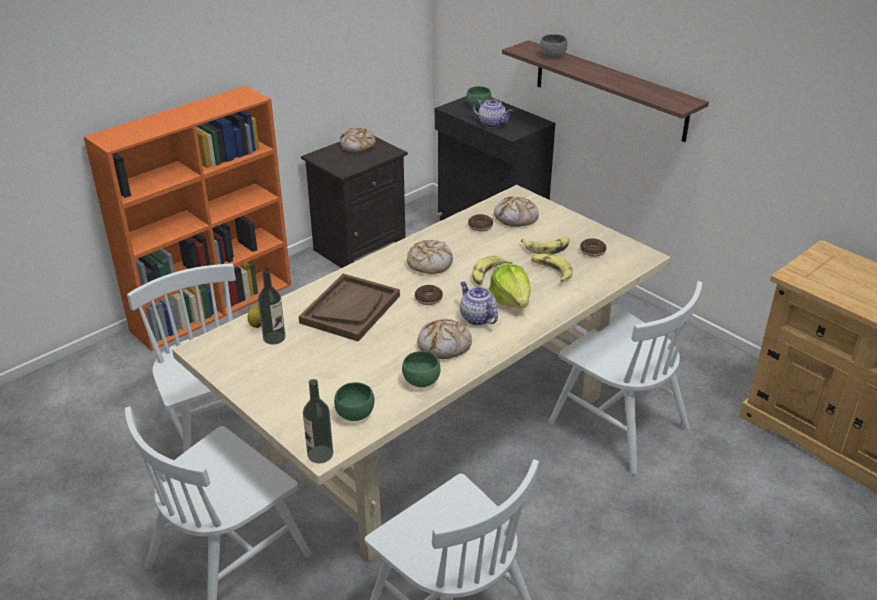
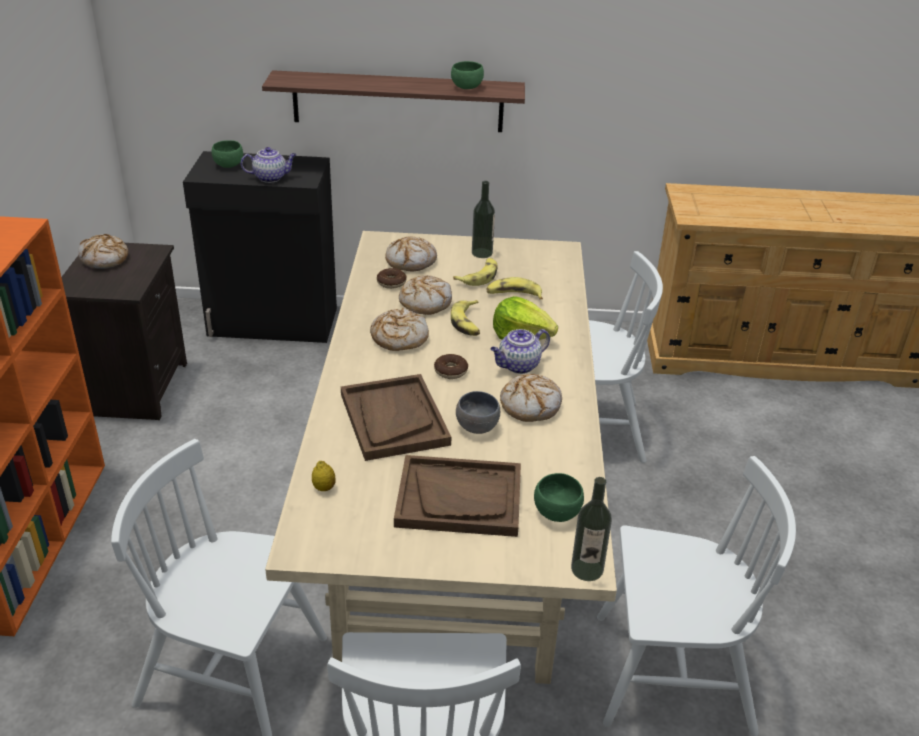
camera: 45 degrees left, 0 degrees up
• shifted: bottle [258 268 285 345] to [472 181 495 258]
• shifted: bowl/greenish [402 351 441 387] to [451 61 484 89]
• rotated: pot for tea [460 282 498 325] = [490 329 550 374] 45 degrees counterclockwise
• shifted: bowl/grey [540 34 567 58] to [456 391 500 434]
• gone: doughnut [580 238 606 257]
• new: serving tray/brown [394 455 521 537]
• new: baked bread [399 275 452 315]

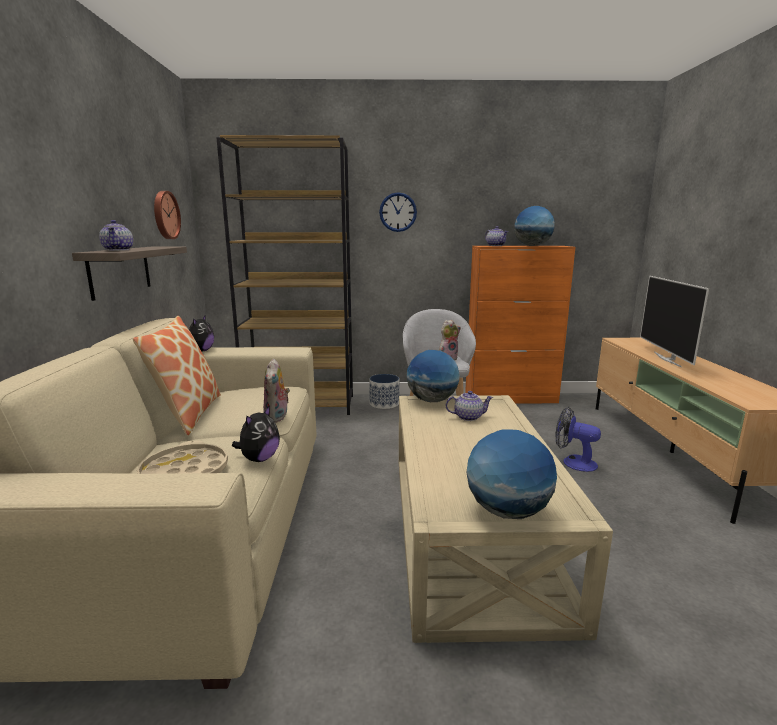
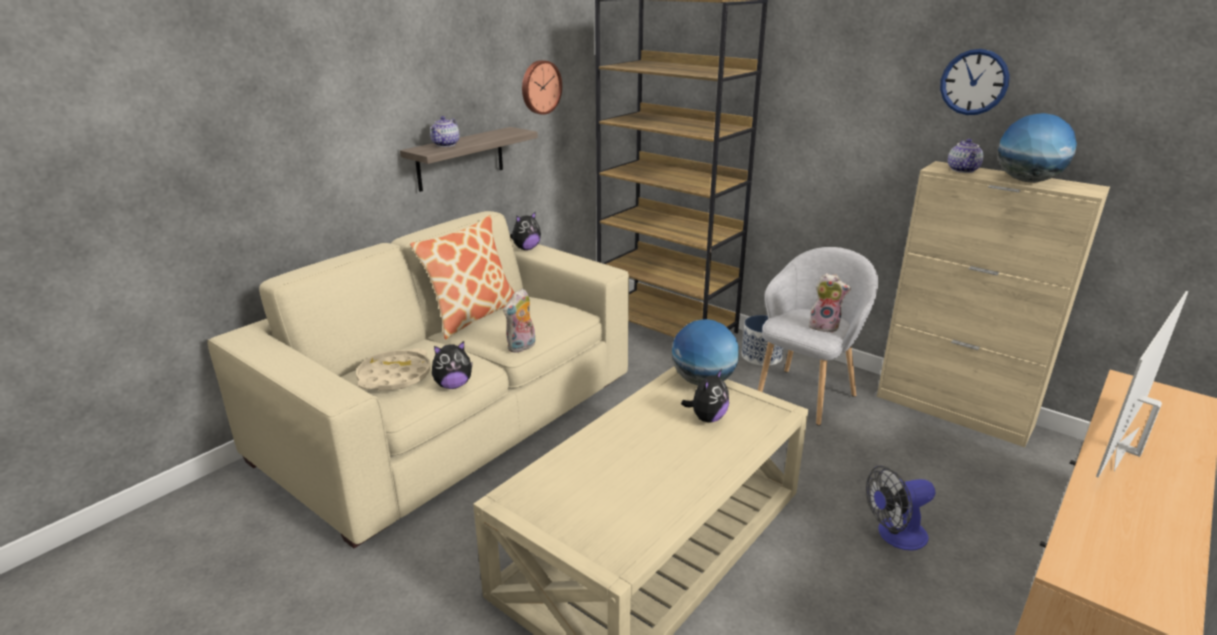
camera: 40 degrees right, 10 degrees up
• shifted: wall clock [379 192 417 232] to [940 49 1010 115]
• swapped: pot for tea [446 391 493 421] to soft toy [681 369 729 422]
• repainted: cabinet/orange [465 246 576 404] to cabinet/beige [877 161 1110 447]
• gone: globe [466 429 557 519]
• rotated: electric fan [556 407 601 472] = [866 466 936 551] 90 degrees counterclockwise

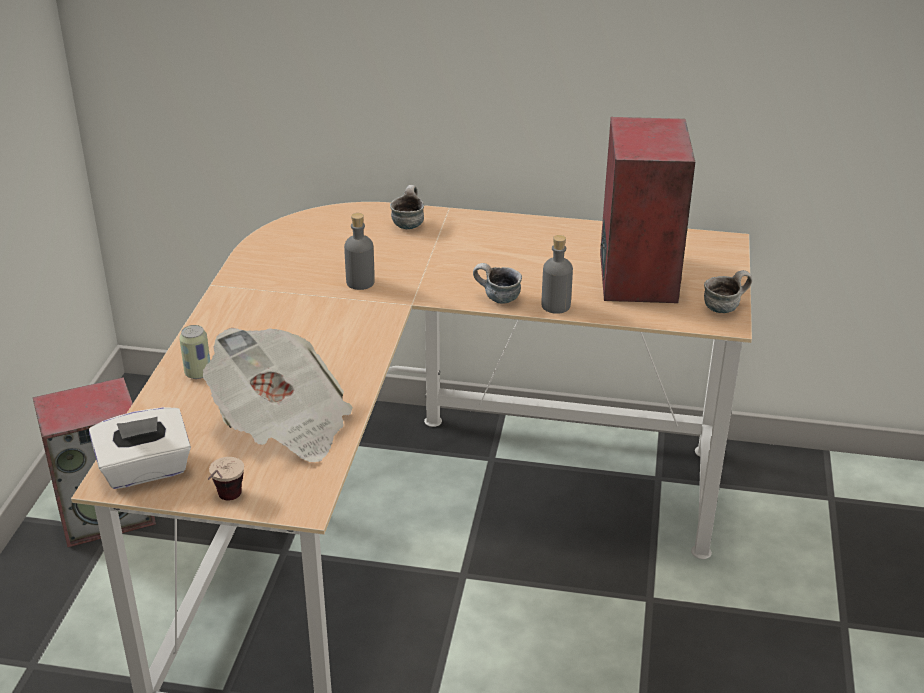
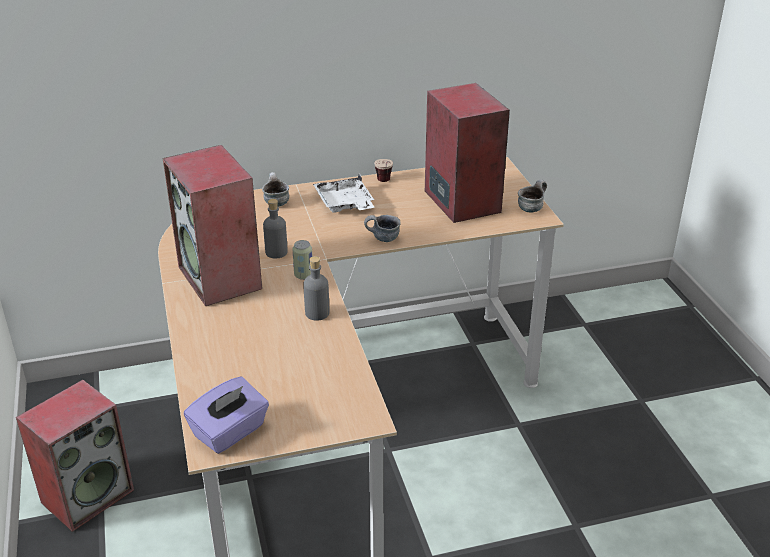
camera: 25 degrees left, 0 degrees up
• repainted: tissue box/whitish [89 407 191 489] to tissue box/purple [184 377 269 454]
• shifted: metal can [179 325 210 379] to [292 240 312 280]
• gone: daily paper [203 328 353 462]
• shifted: drinking cup [208 457 244 500] to [374 159 393 182]
• shifted: bottle/grey [542 235 573 314] to [303 256 329 321]
• new: loudspeaker [163 145 262 306]
• new: serving tray/whitish [313 174 374 213]

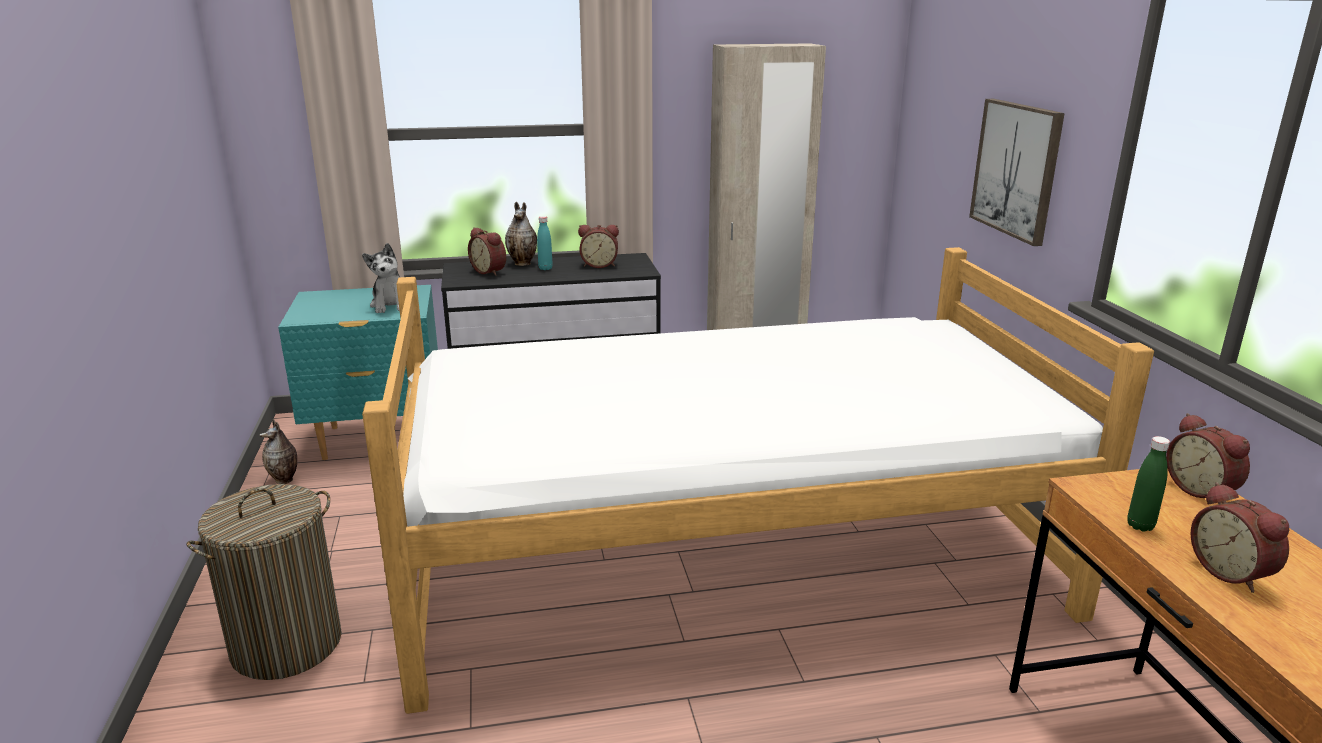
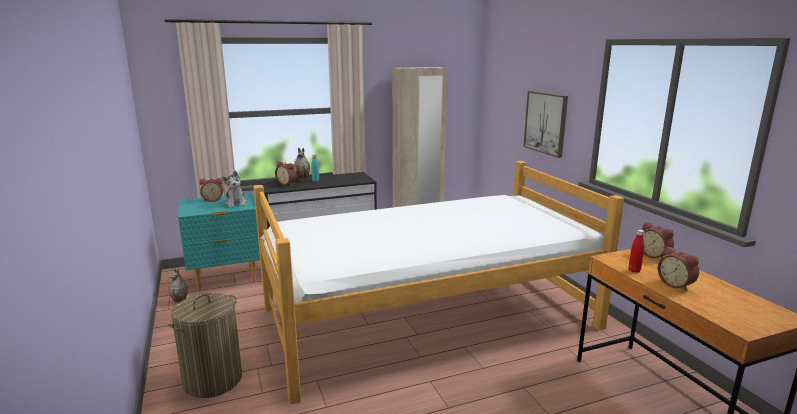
camera: 10 degrees left, 5 degrees down
• shifted: bedside clock [578 225 619 268] to [200 178 223 202]
• repainted: bottle/greenish [1127 436 1170 532] to bottle/red-coloured [629 230 644 273]

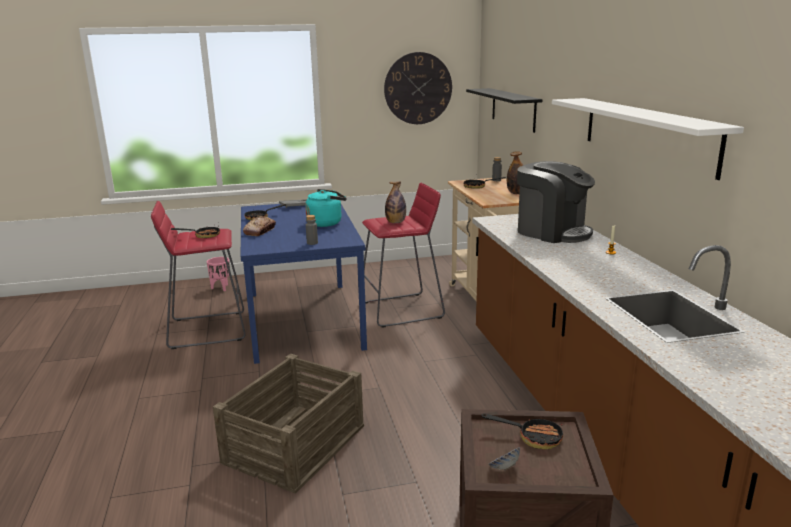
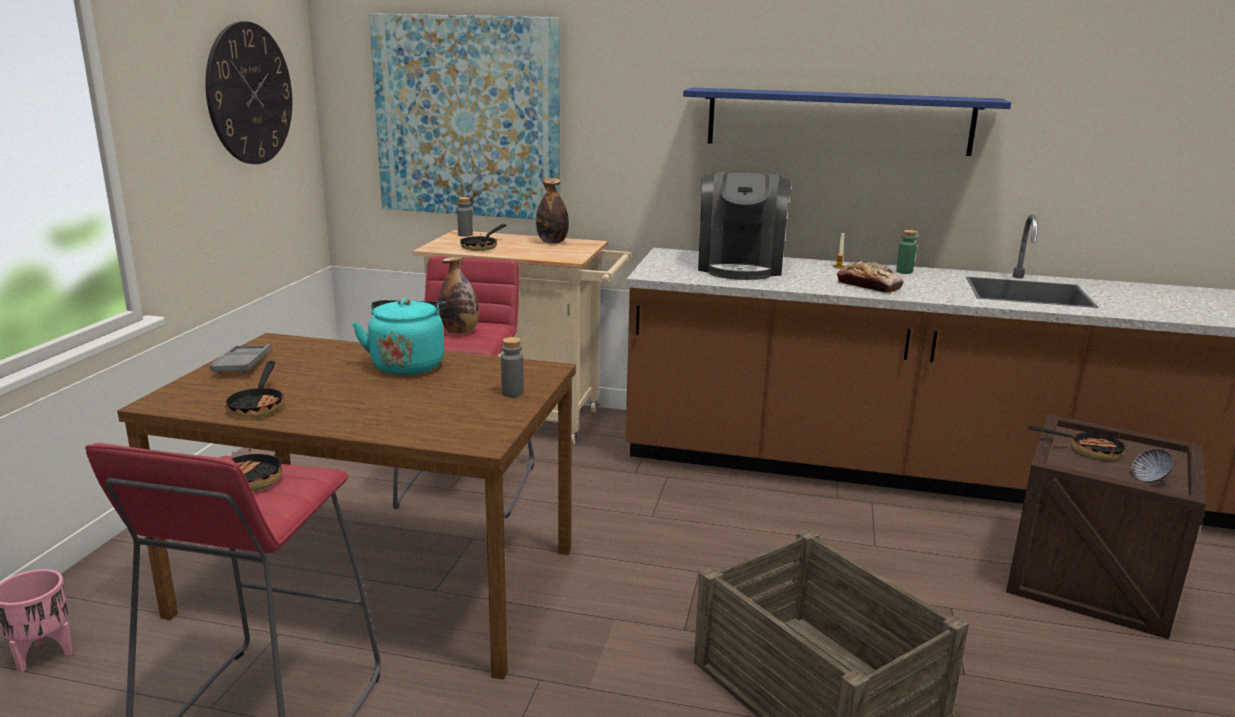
camera: 65 degrees left, 0 degrees up
• repainted: dinner table/blue [241 204 367 364] to dinner table/brown [117 333 576 680]
• shifted: baked bread [243 216 276 236] to [837 261 904 293]
• swapped: bracket shelf/blackish [466 88 543 133] to picture [369 13 560 219]
• rotated: pan [481 413 563 449] = [1028 426 1125 460] 60 degrees clockwise
• rotated: coffee brewer [517 161 595 243] = [698 172 792 280] 120 degrees clockwise
• repainted: bracket shelf/whitish [552 98 744 180] to bracket shelf/blue [683 87 1011 156]
• new: bottle/greenish [896 230 917 274]

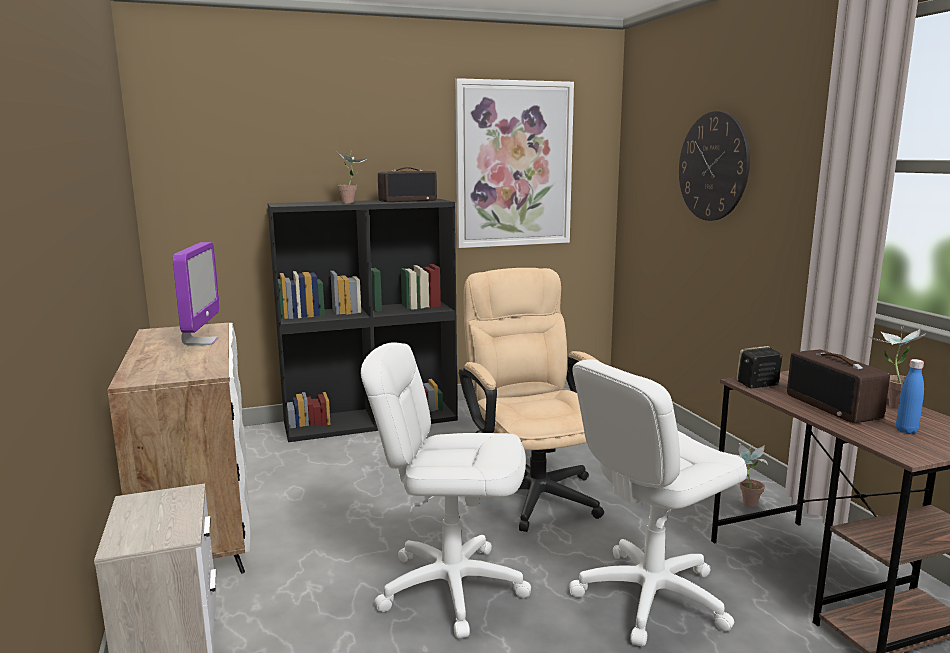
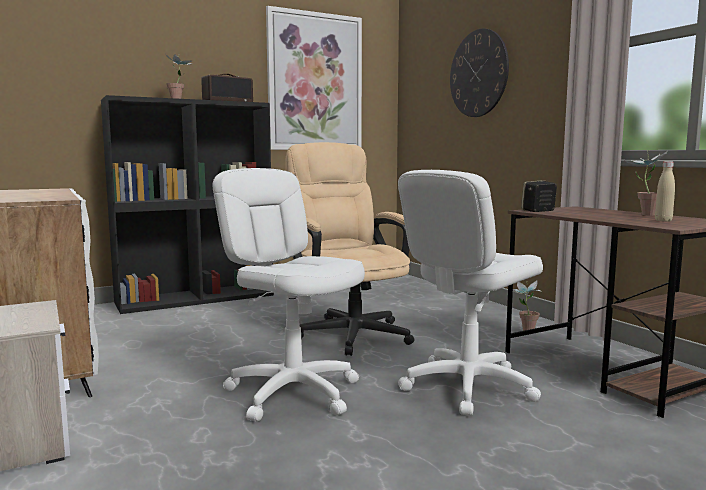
camera: 10 degrees left, 5 degrees down
• gone: computer display [173 242 219 345]
• rotated: computer chair/whitish [361 342 531 638] = [213 168 365 421] 45 degrees clockwise
• gone: radio set [787 349 890 423]
• repainted: bottle/blue [896 359 924 434] to bottle/beige [655 161 675 222]

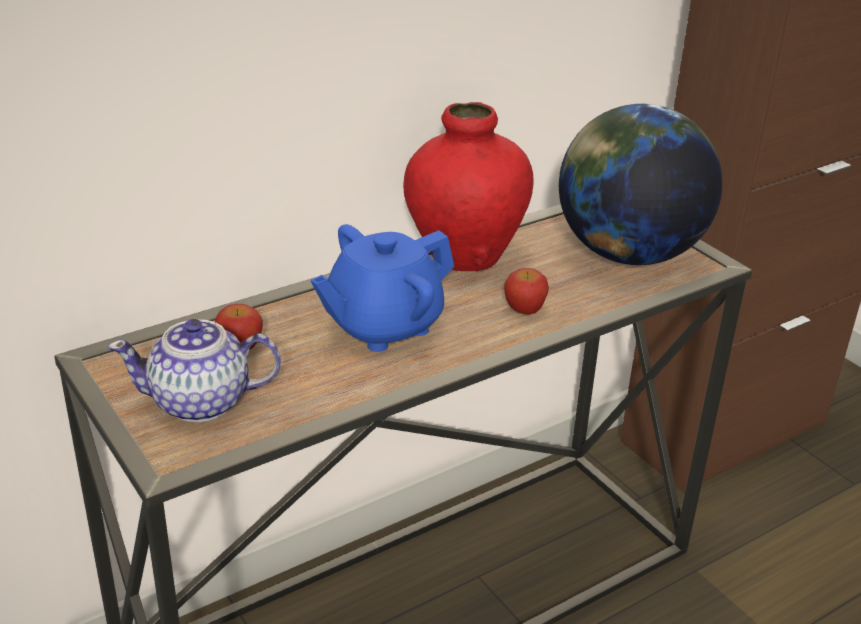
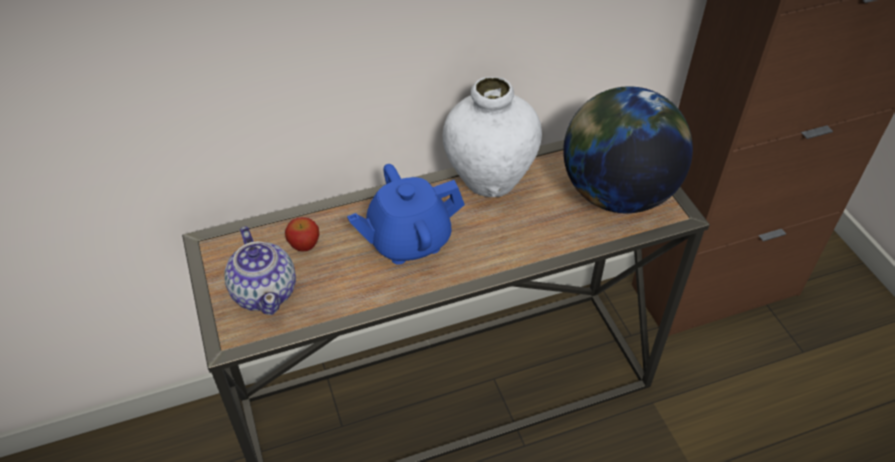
camera: 15 degrees right, 15 degrees up
• rotated: pot for tea [108 319 281 422] = [224 226 296 315] 120 degrees counterclockwise
• repainted: vase/red-coloured [403 102 534 271] to vase/whitish [443 77 542 197]
• gone: apple [504 268 549 315]

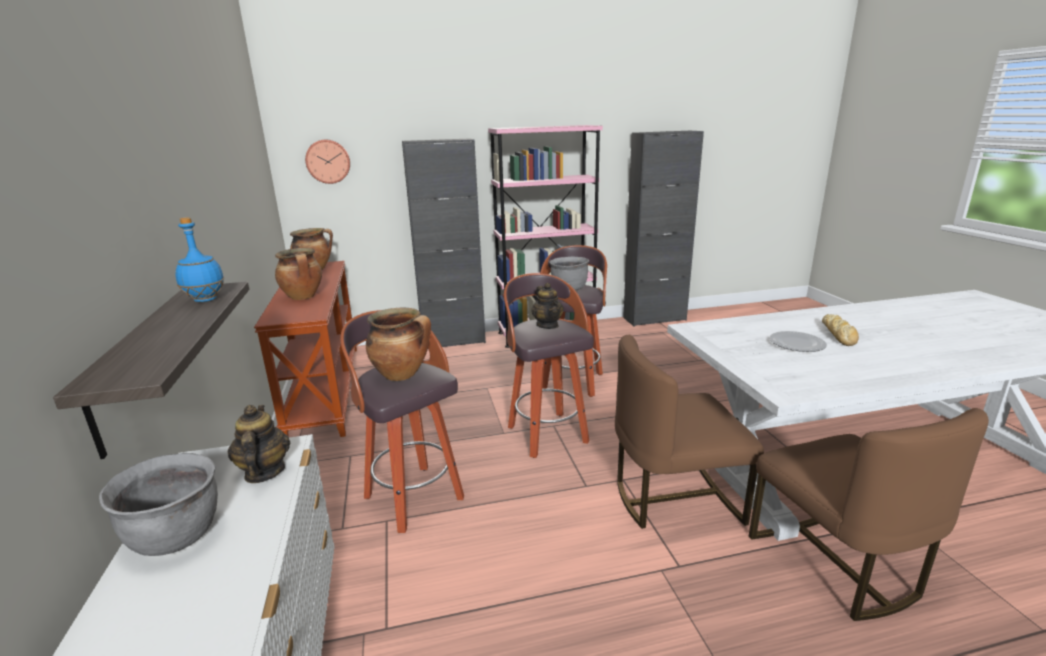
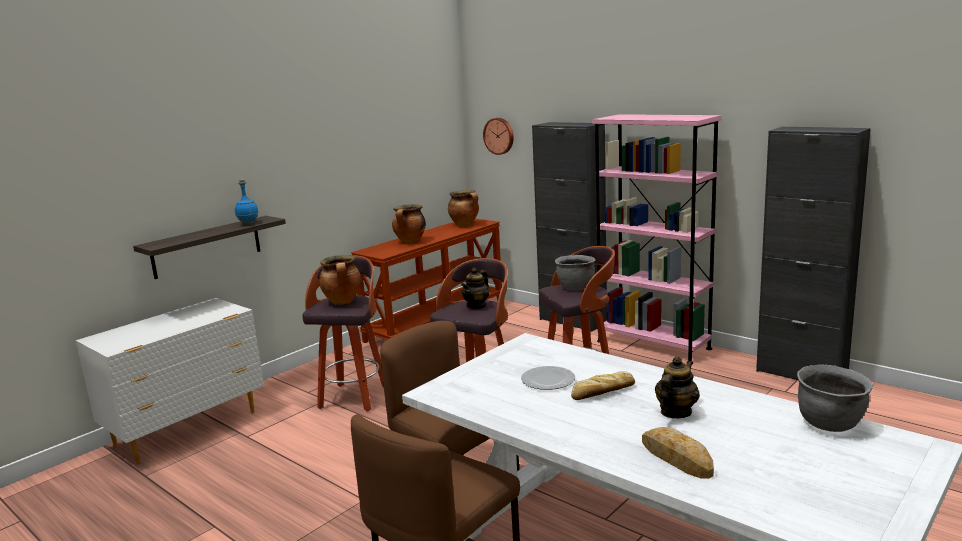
camera: 55 degrees right, 5 degrees down
• shifted: stockpot/grey [99 453 218 556] to [797 365 873 432]
• shifted: pot for tea [228 405 291 483] to [655 356 700 418]
• new: baked bread [642 427 714 479]

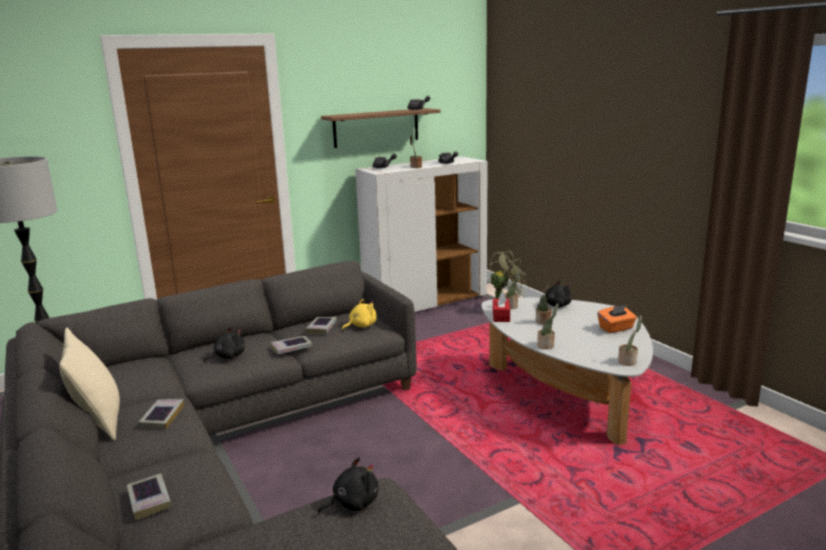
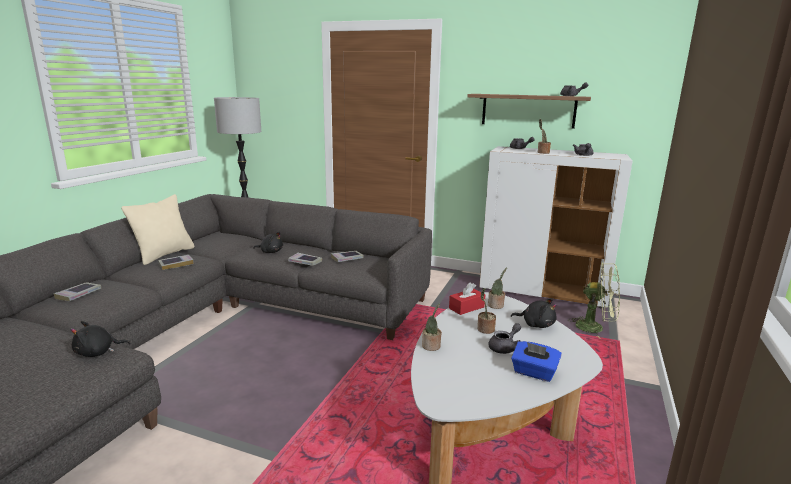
camera: 50 degrees right, 0 degrees up
• rotated: soft toy/blackish [318 457 378 514] = [70 321 131 357] 135 degrees clockwise
• gone: soft toy/yellow [342 299 377 330]
• repainted: tissue box/orange [597 305 637 333] to tissue box/blue [511 341 562 382]
• gone: houseplant [618 315 642 366]
• new: pot for tea/grey [488 323 521 354]

